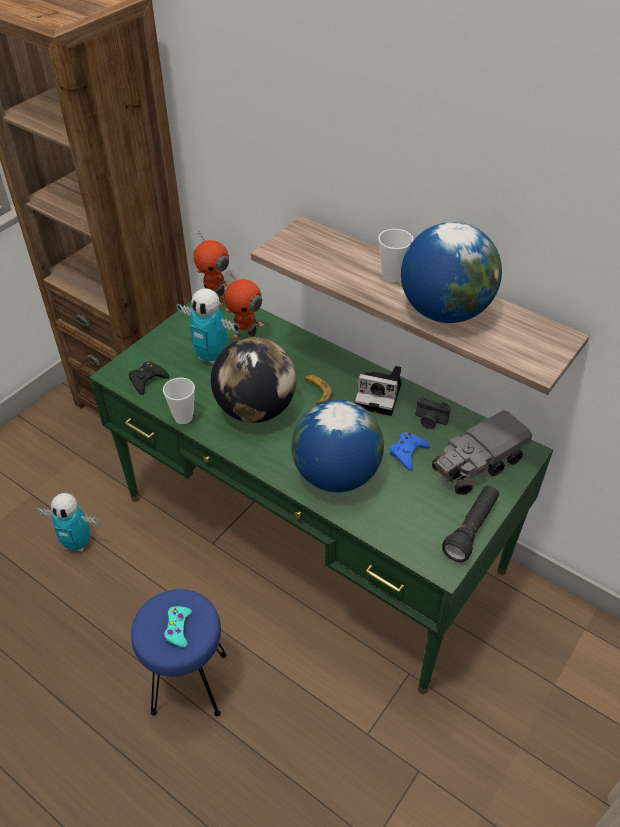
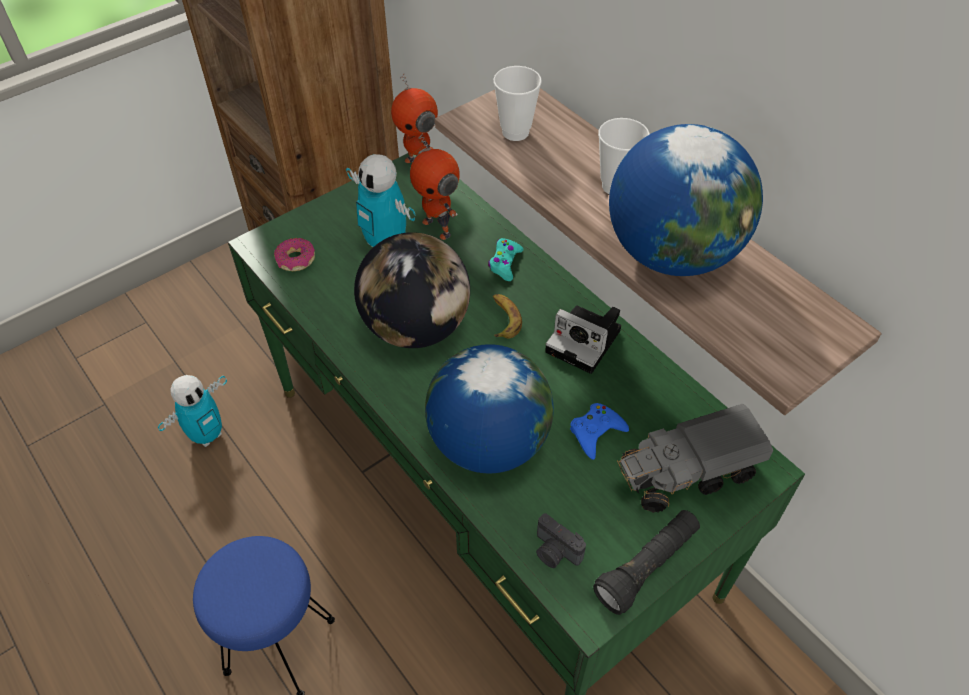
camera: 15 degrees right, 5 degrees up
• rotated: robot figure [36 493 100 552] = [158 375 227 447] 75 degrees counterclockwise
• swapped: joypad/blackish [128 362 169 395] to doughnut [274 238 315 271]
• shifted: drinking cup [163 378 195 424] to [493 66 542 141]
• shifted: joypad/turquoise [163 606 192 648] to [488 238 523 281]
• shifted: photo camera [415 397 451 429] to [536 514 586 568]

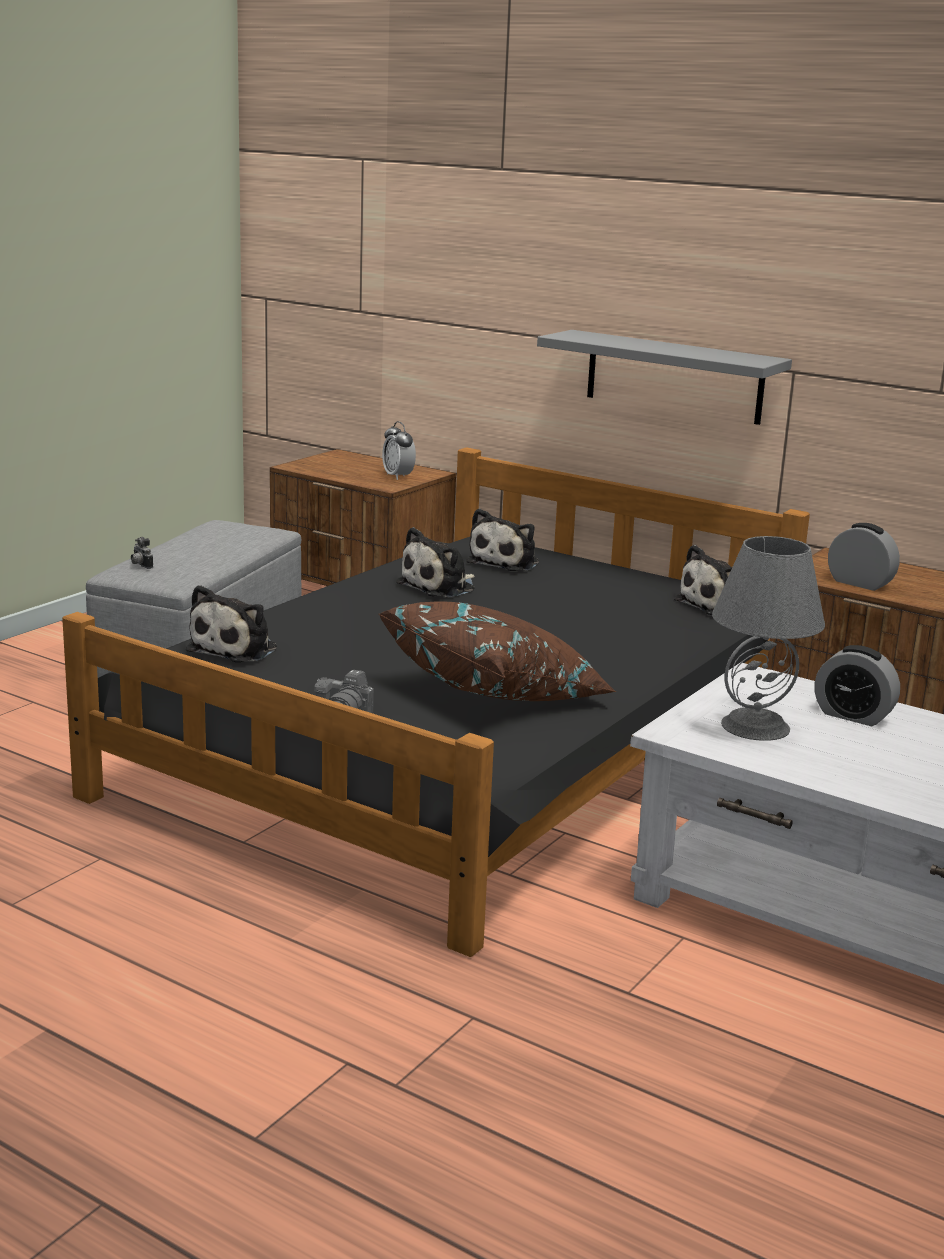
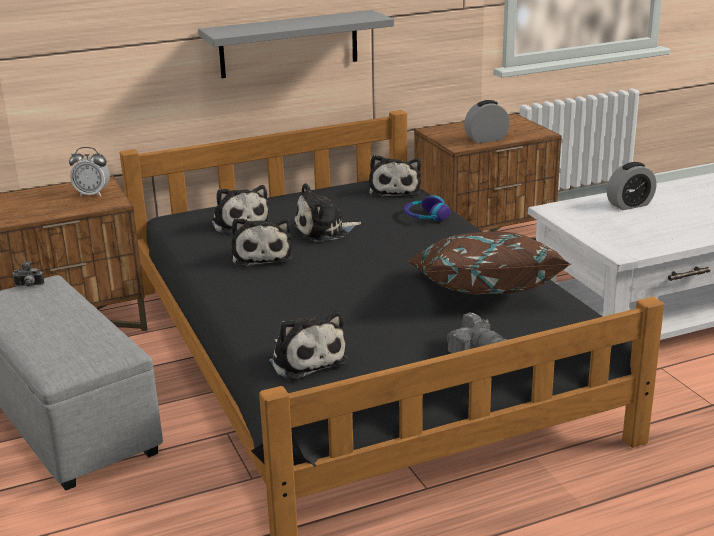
camera: 55 degrees left, 5 degrees up
• shifted: photo camera [131 537 153 569] to [13 261 44 287]
• gone: table lamp/grey [712 536 825 741]
• new: soft toy [293 183 361 242]
• new: headset [404 195 450 221]

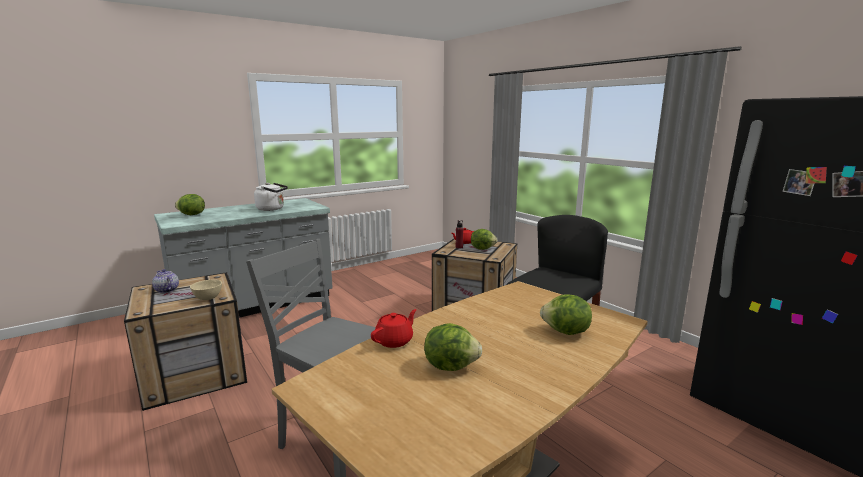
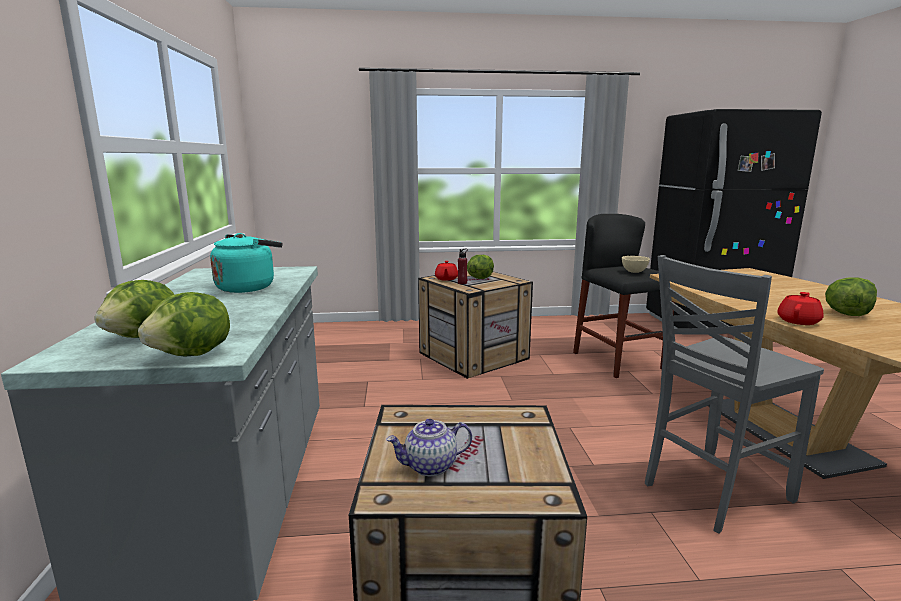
camera: 60 degrees left, 0 degrees up
• shifted: bowl/beige [190 279 222 300] to [622 256 650 273]
• repainted: water kettle/whitish [254 183 288 211] to water kettle/turquoise [210 233 282 293]
• rotated: pot for tea/red-coloured [371 309 417 348] = [778 292 824 325] 60 degrees clockwise
• shifted: lettuce head [540 294 592 335] to [138 292 230 357]

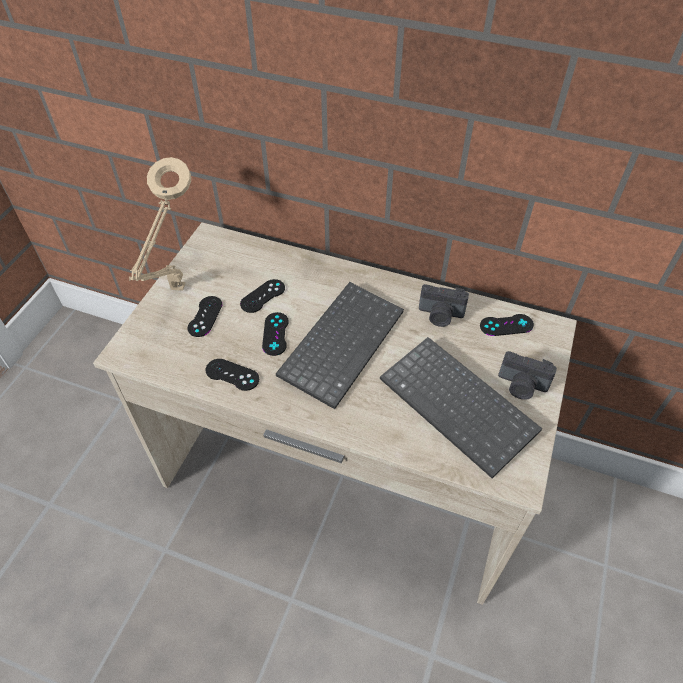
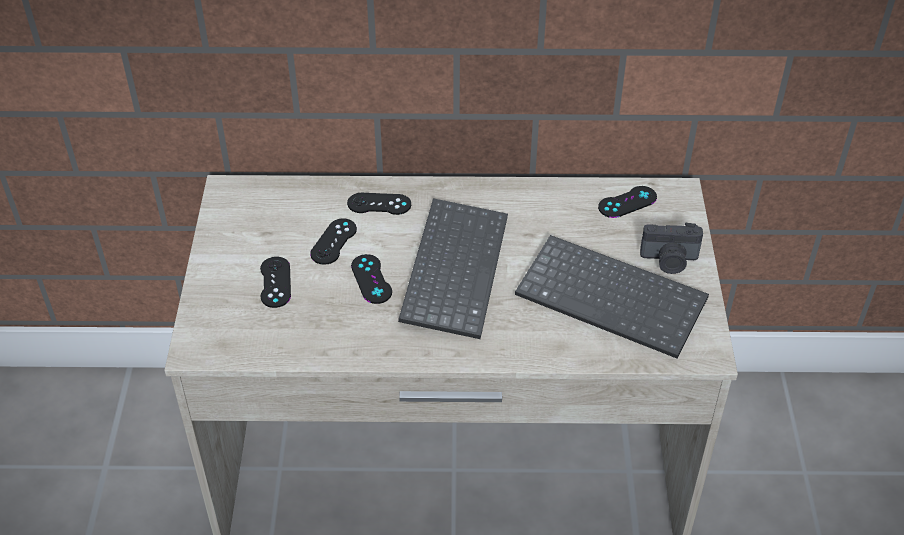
camera: 20 degrees left, 5 degrees down
• gone: table lamp/beige [129 157 191 291]
• shifted: joypad/blackish [205 359 259 391] to [347 193 411 215]
• gone: photo camera [419 284 469 327]

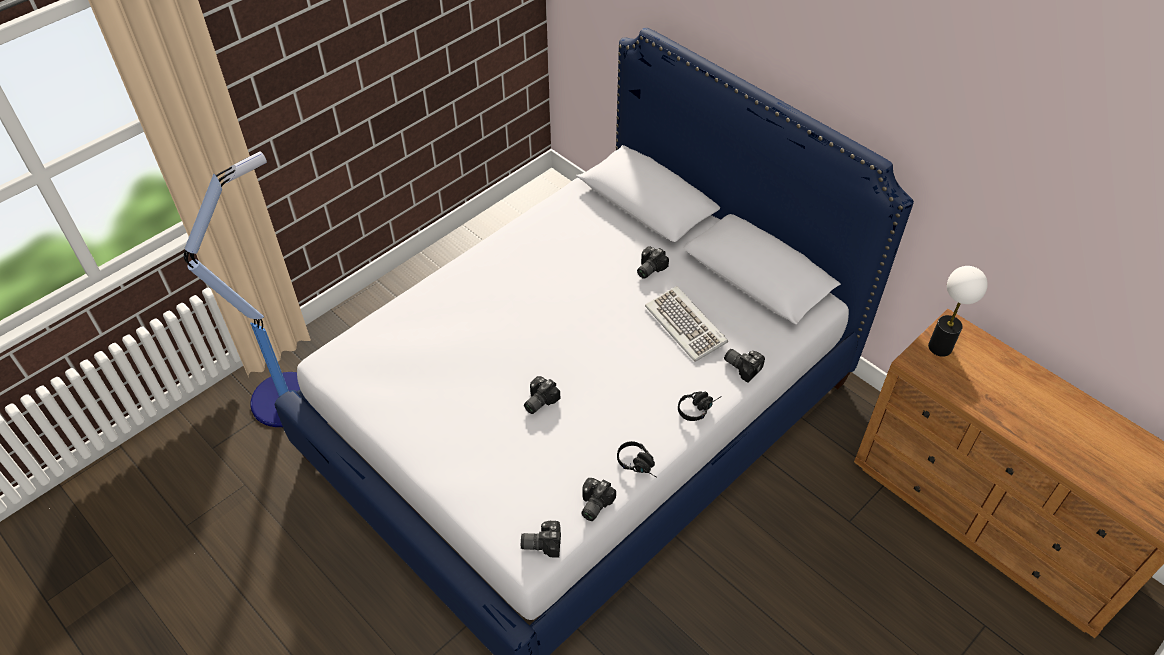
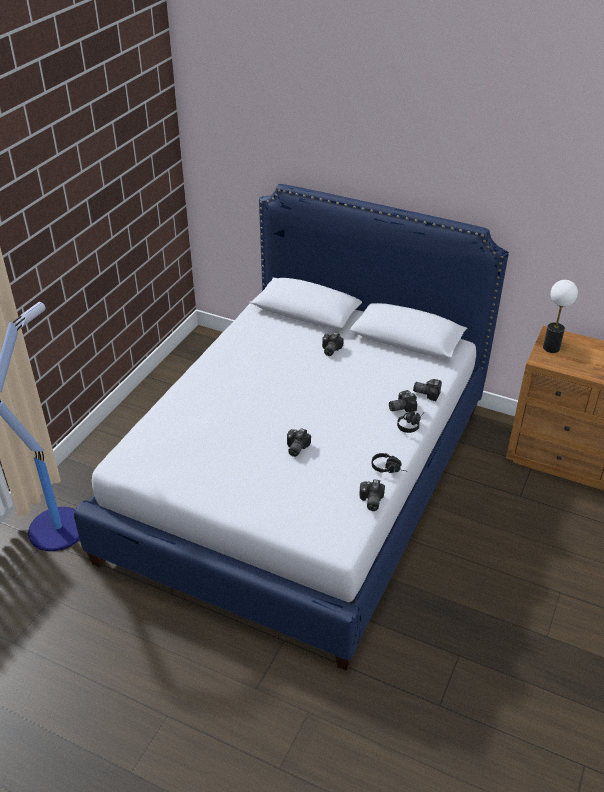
camera: 20 degrees left, 10 degrees down
• shifted: photo camera [521 521 561 558] to [389 390 417 412]
• gone: PC keyboard [645 286 728 362]

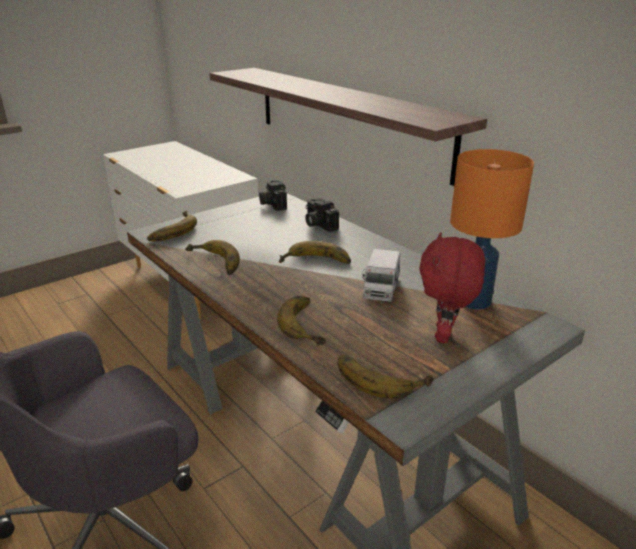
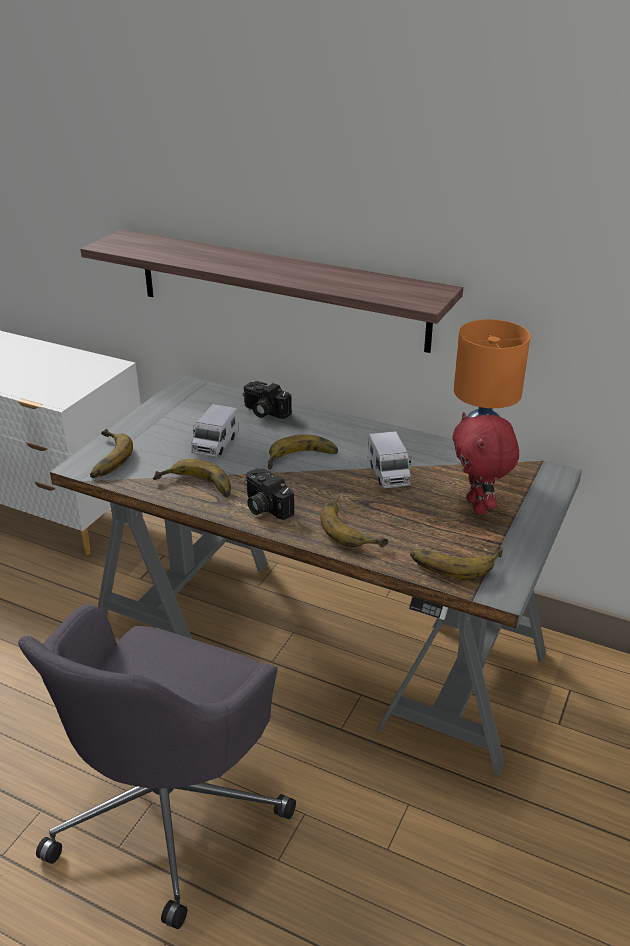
camera: 25 degrees left, 5 degrees up
• shifted: photo camera [259 180 287 211] to [244 468 294 520]
• new: toy truck [191 404 239 457]

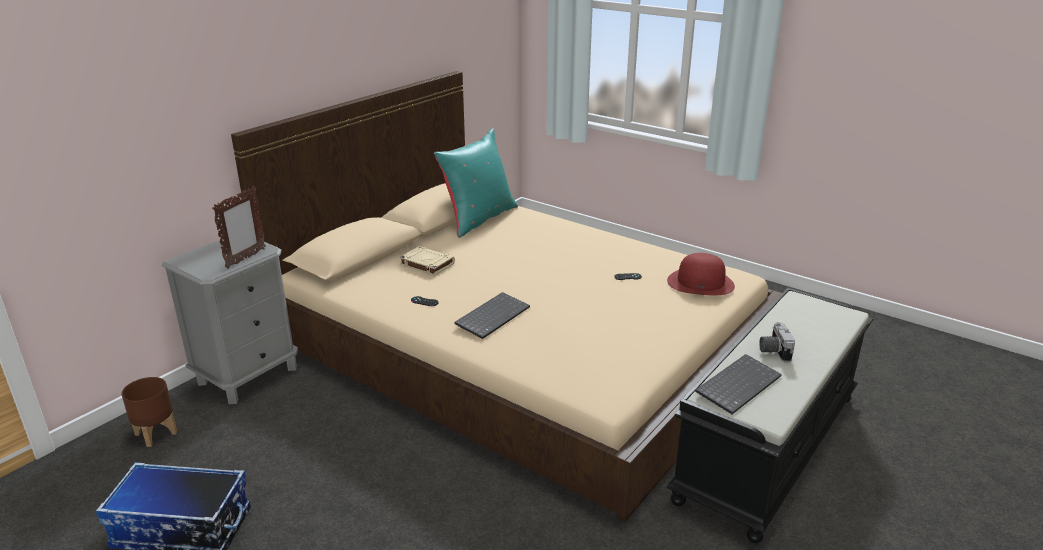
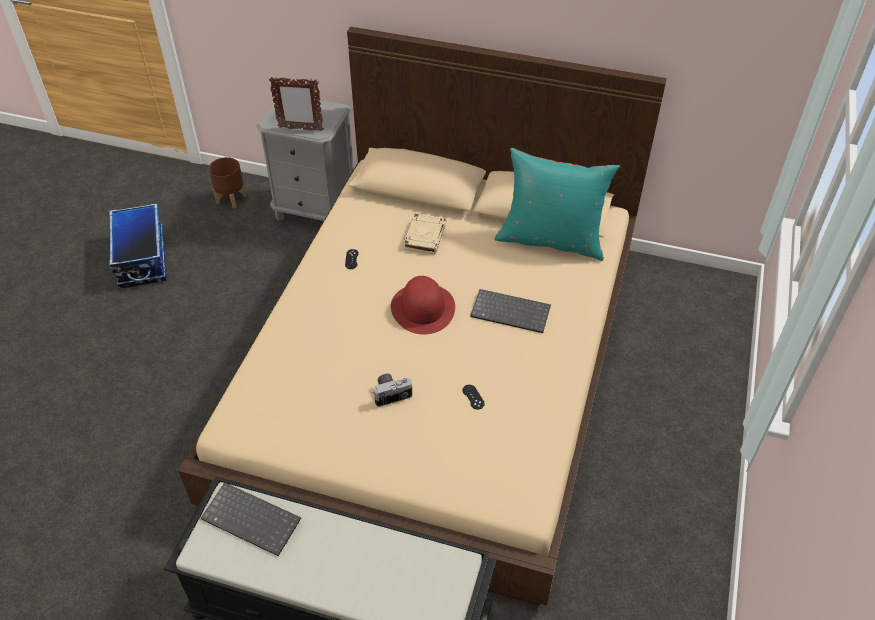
camera: 70 degrees right, 20 degrees up
• shifted: PC keyboard [454 292 530 339] to [470 289 551 333]
• shifted: clothing hat/red-coloured [667 253 735 295] to [391 276 455 335]
• shifted: photo camera [759 322 795 363] to [373 374 412 407]

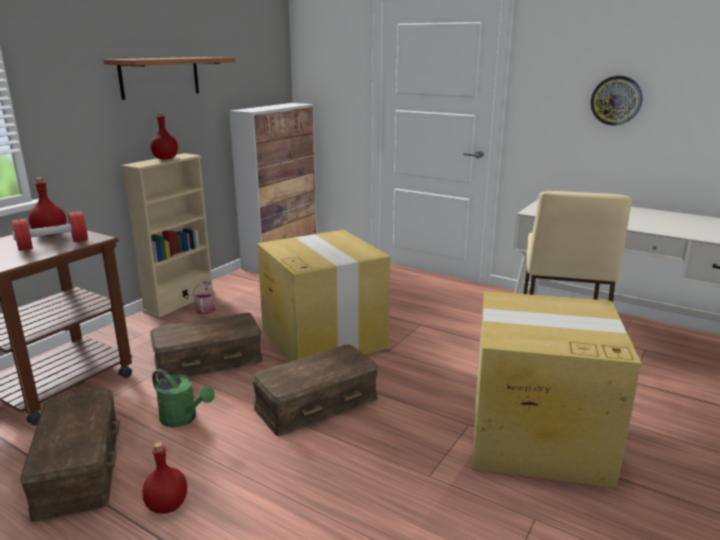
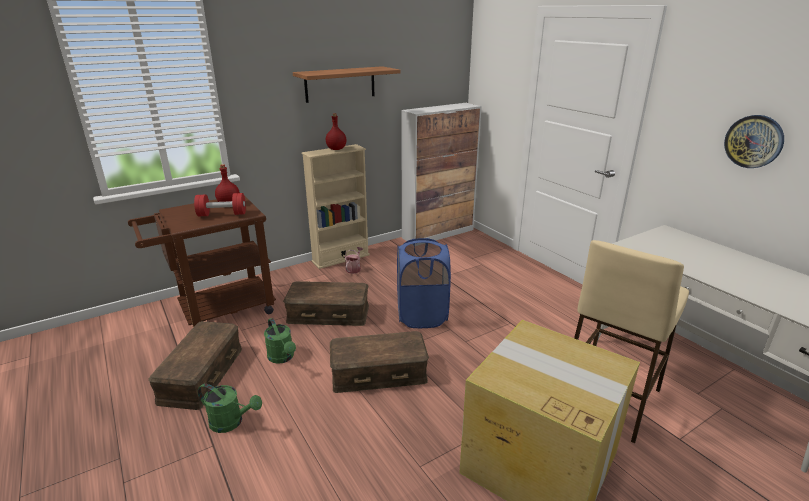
camera: 25 degrees right, 5 degrees up
• swapped: bottle/red-coloured [142 442 187 514] to sprinkling can/greenish [198 383 262 433]
• swapped: carton [257 230 391 362] to laundry basket/blue [397 238 451 328]

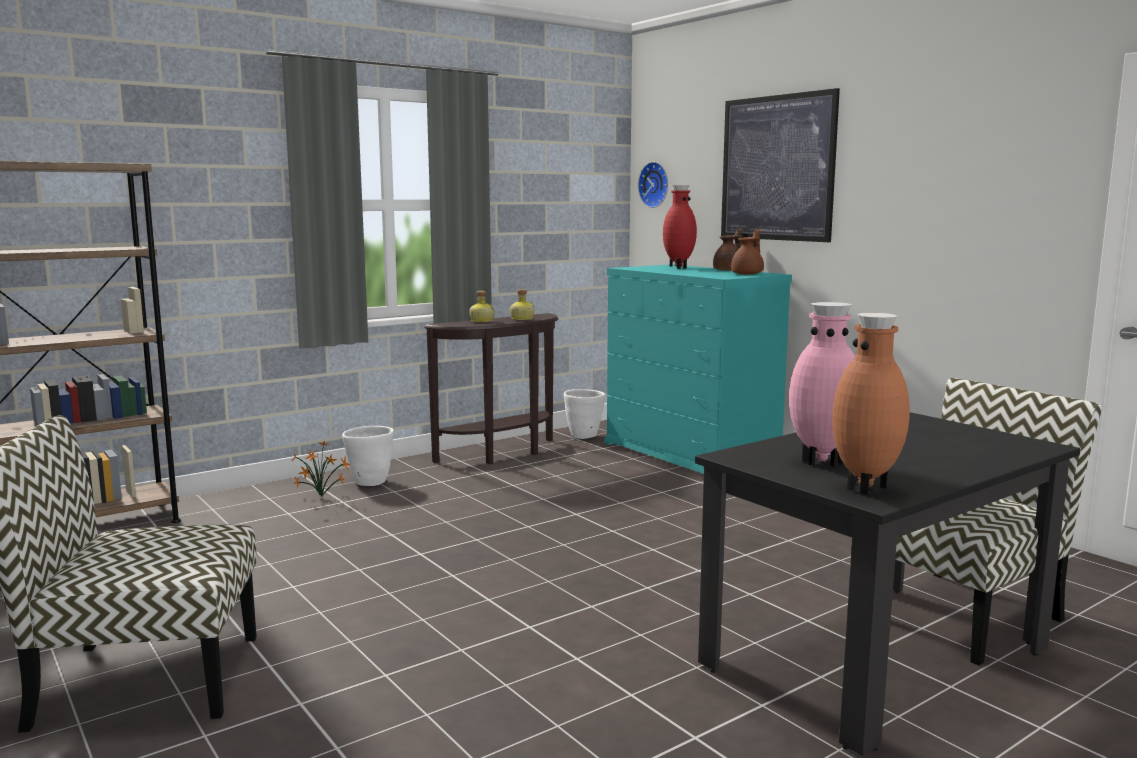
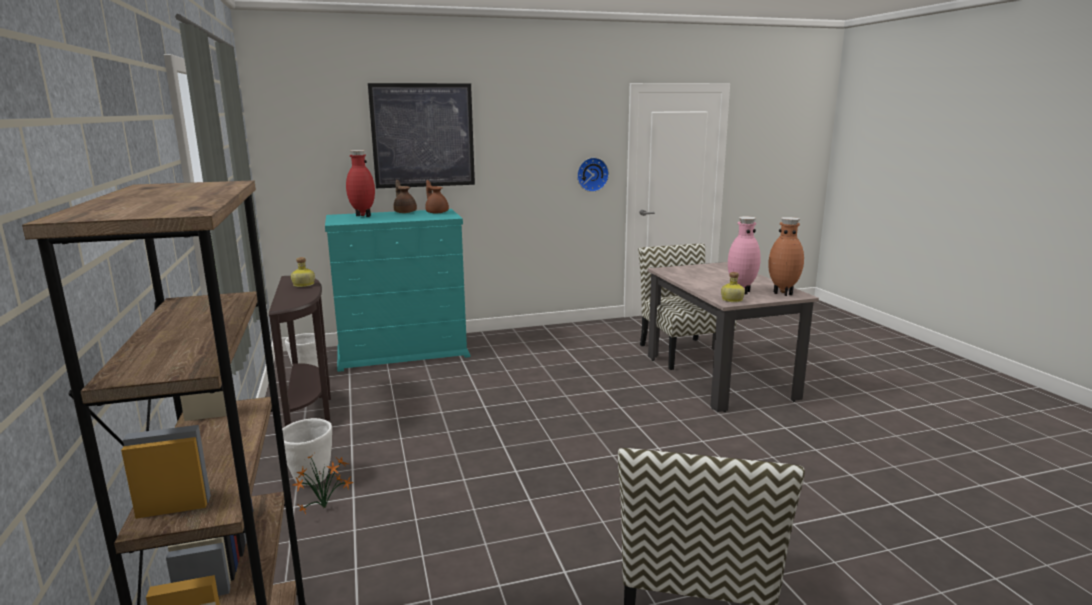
camera: 70 degrees left, 5 degrees up
• shifted: bottle [469 291 495 322] to [721 272 745 302]
• shifted: wall clock [638 162 668 208] to [577 157 609 192]
• repainted: dinner table/blackish [695 412 1080 756] to dinner table/beige [648 262 819 412]

